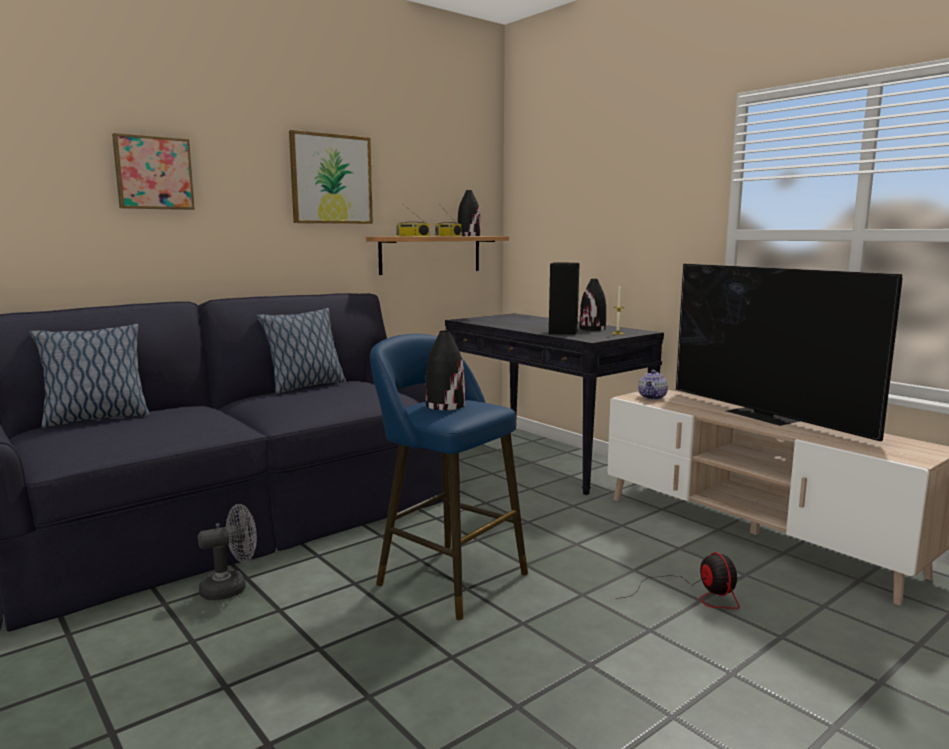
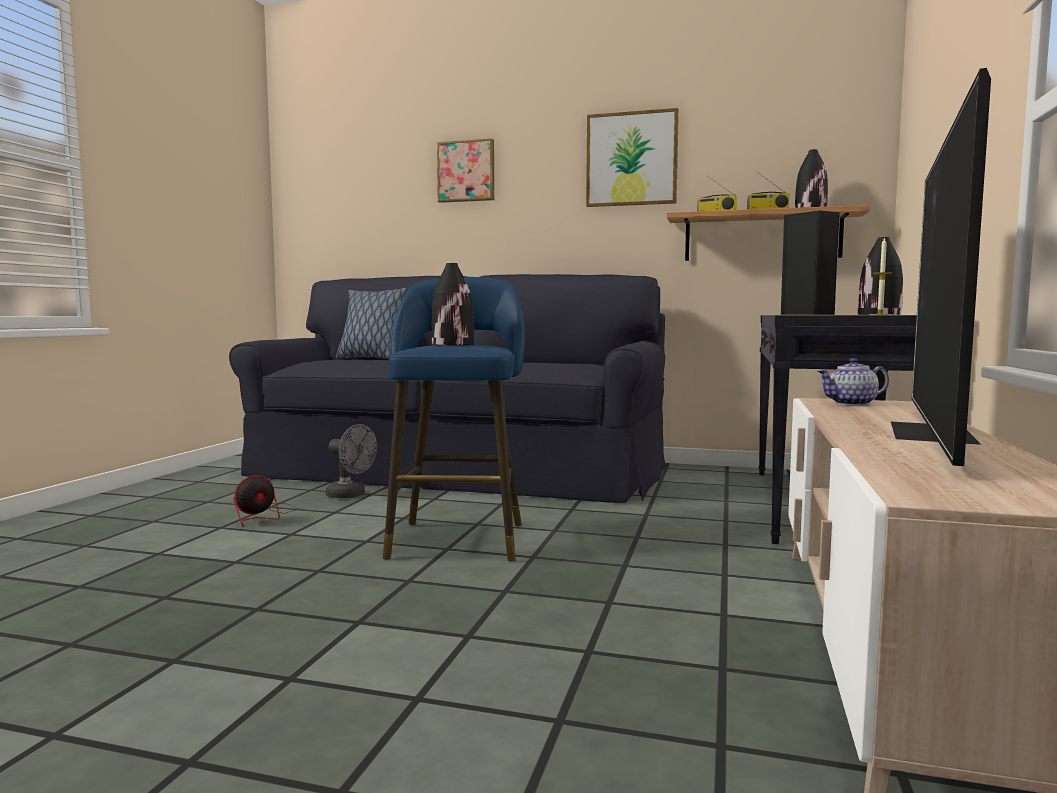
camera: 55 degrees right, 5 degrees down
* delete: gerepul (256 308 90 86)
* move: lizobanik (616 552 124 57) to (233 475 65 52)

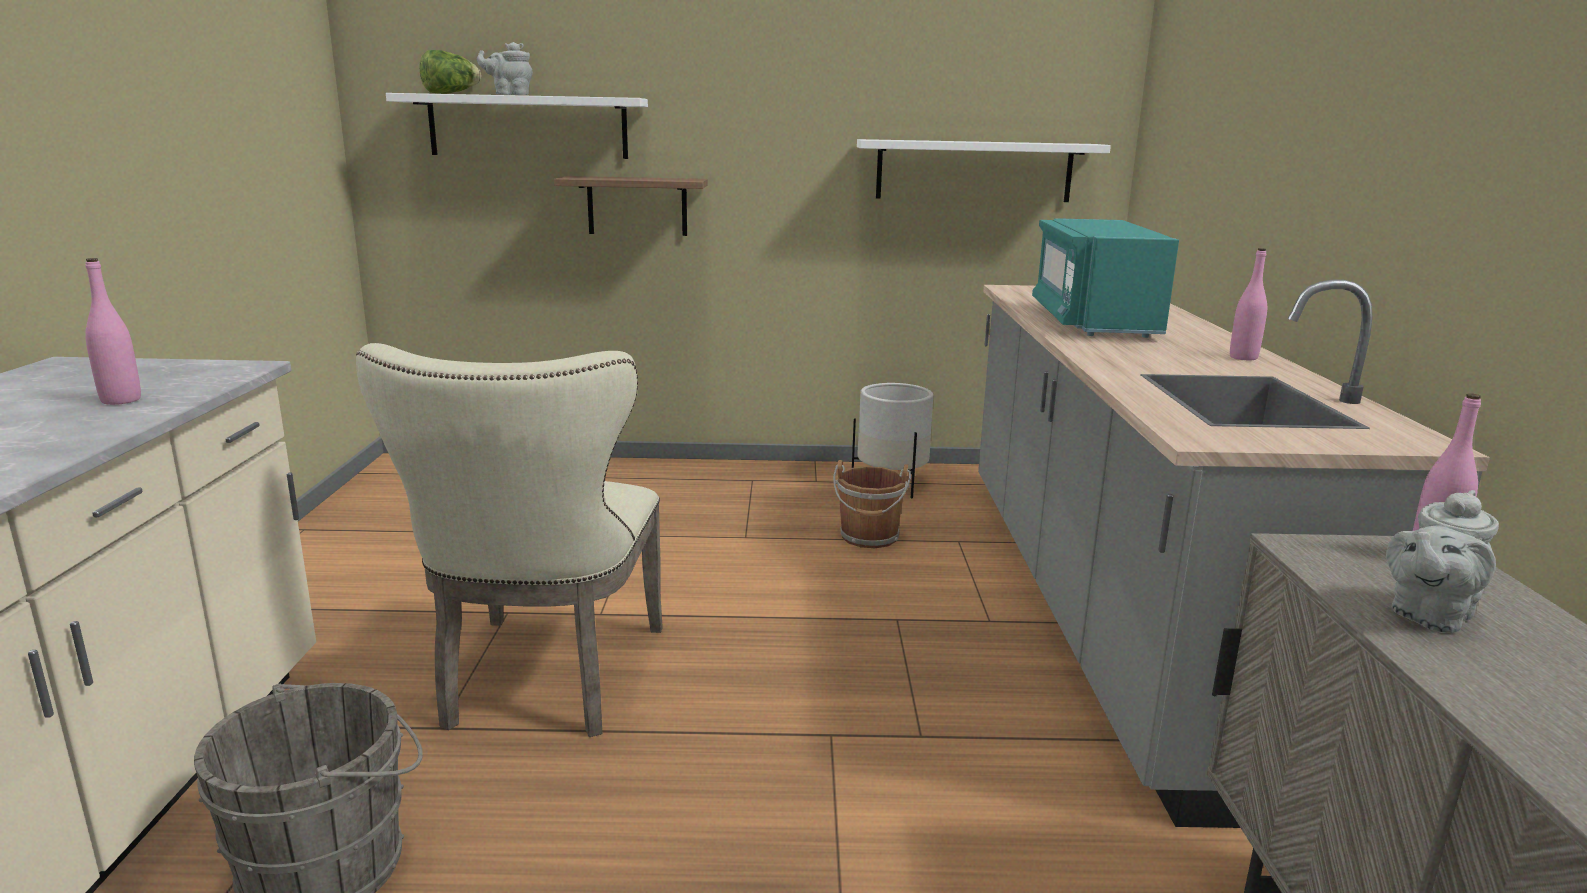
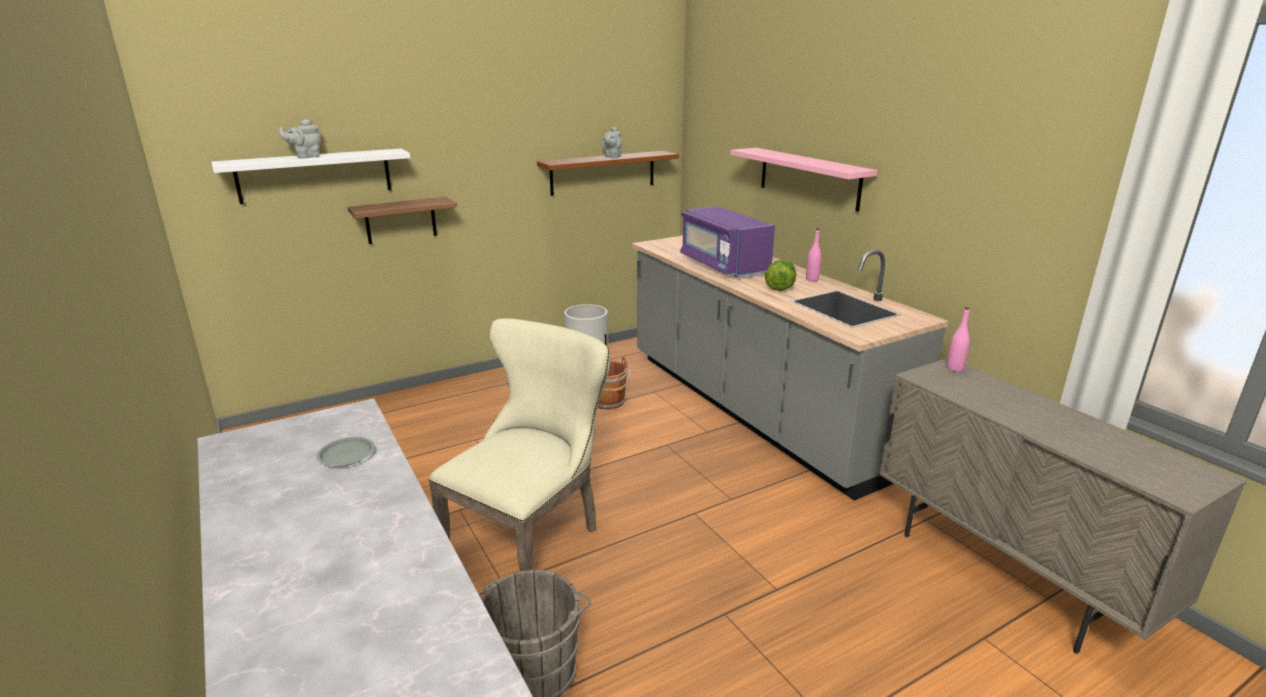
camera: 30 degrees left, 5 degrees up
* insert: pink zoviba (730 148 147 64)
* move: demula (420 50 61 44) to (765 259 31 32)
* move: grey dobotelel (1386 490 113 143) to (601 127 21 31)
* replace: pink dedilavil (85 258 56 147) to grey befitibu (317 437 58 30)
* recolor: white zoviba (857 139 254 63) to brown zoviba (537 151 142 45)
* recolor: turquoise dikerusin (1032 218 147 120) to purple dikerusin (680 206 95 71)
* rotate: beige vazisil (356 343 307 394) = (429 319 181 252) 120 degrees counterclockwise

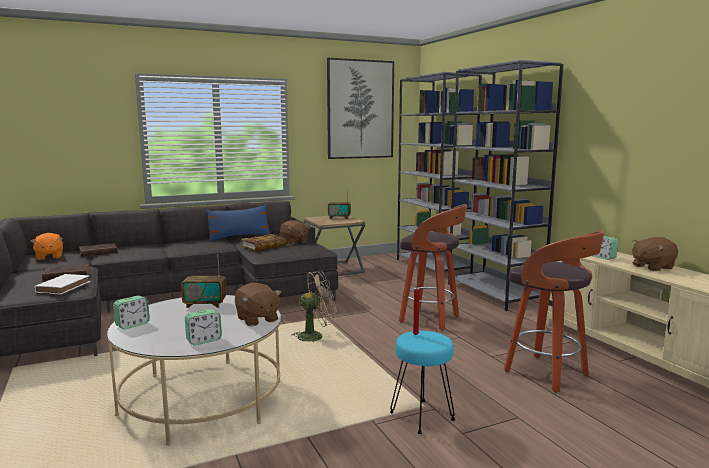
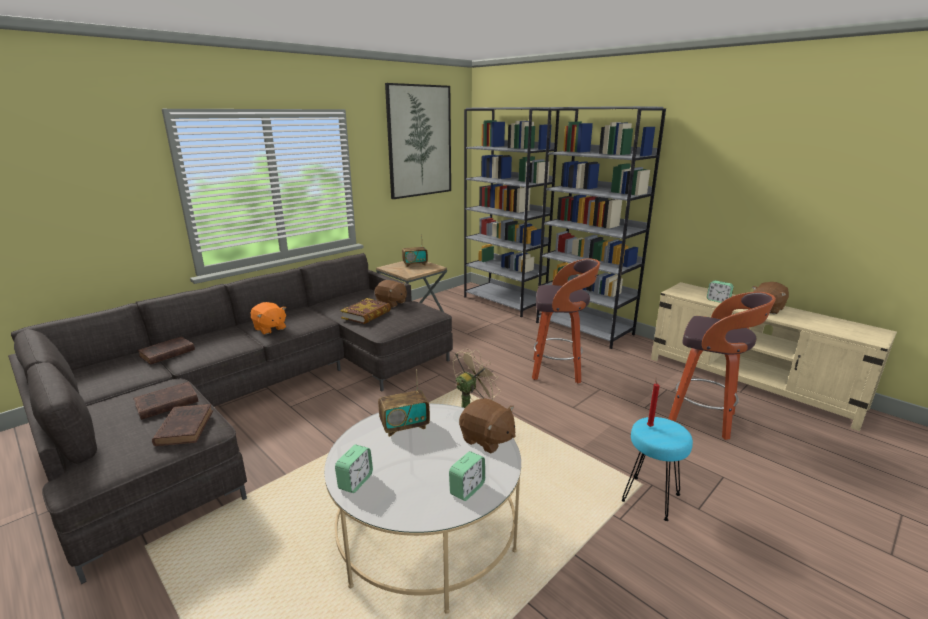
camera: 20 degrees left, 10 degrees up
* delete: blue gerepul (206 205 65 37)
* move: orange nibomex (30 233 33 27) to (251 302 35 33)
* recolor: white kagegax (34 274 56 20) to brown kagegax (152 404 61 42)

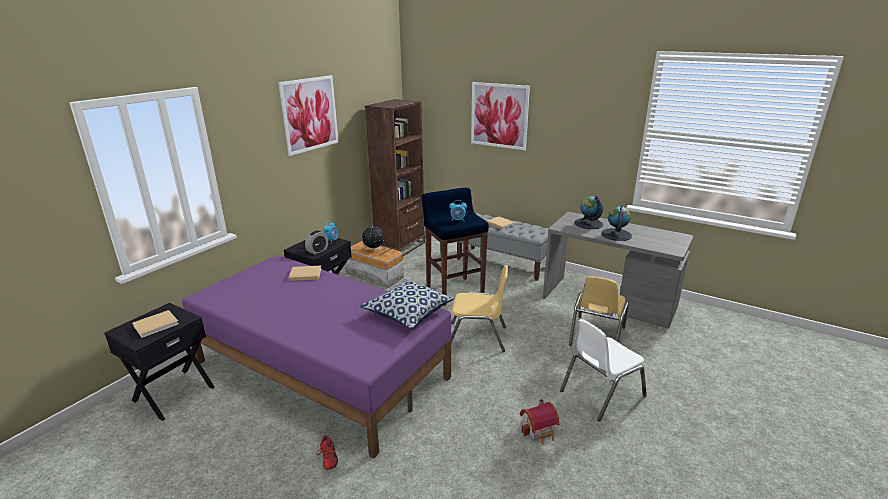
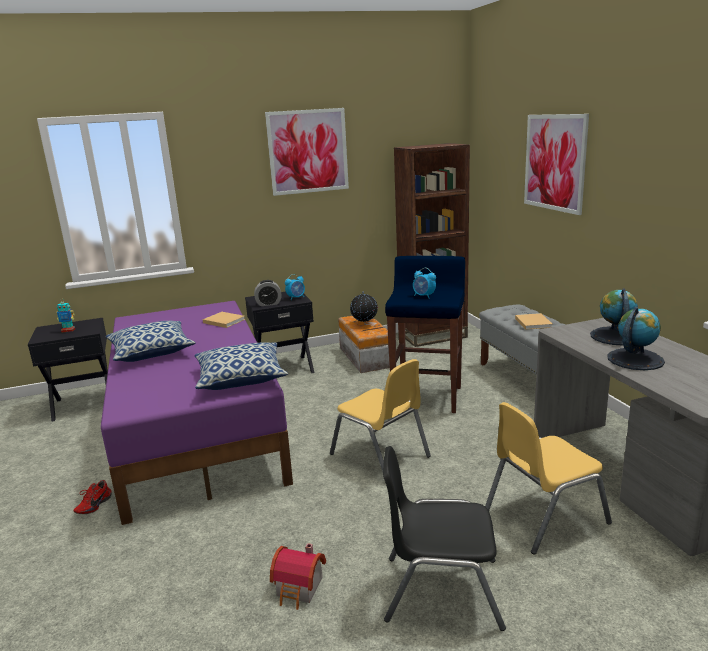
camera: 40 degrees right, 5 degrees down
* insert: gerepul (106 321 90 41)
* replace: beige kagegax (132 310 47 28) to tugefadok (57 302 18 30)
* recolor: white vazisil (560 319 87 102) to black vazisil (383 446 123 185)

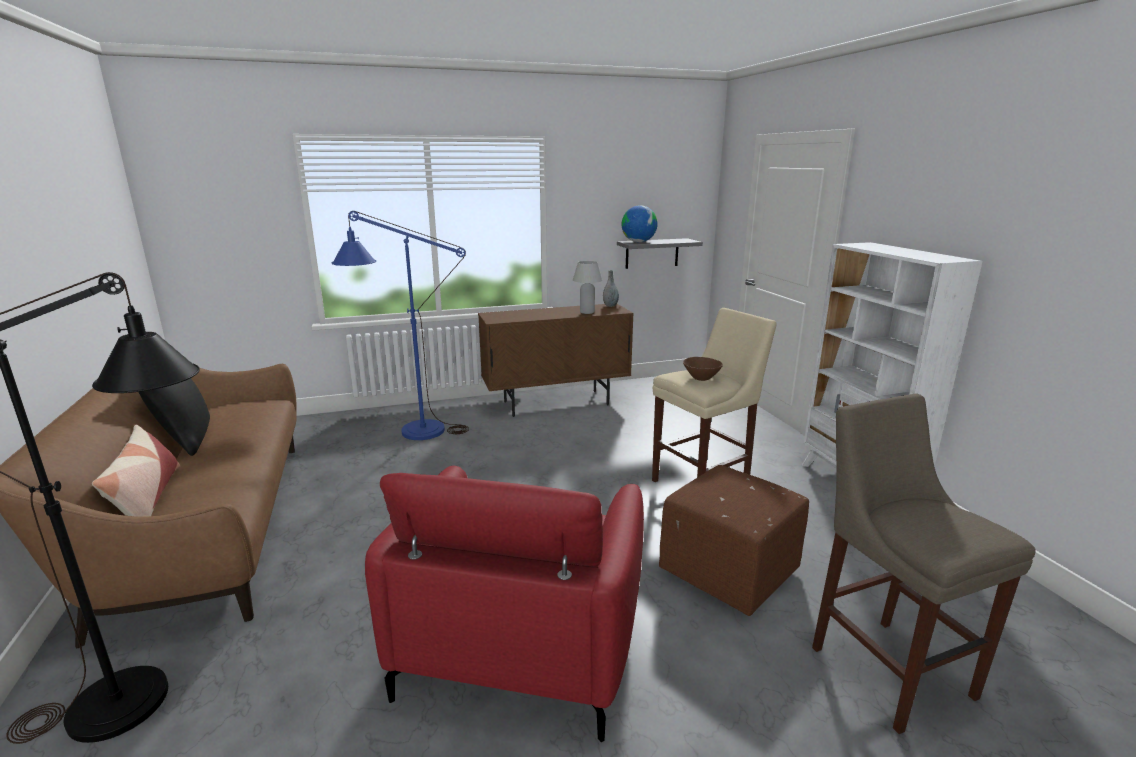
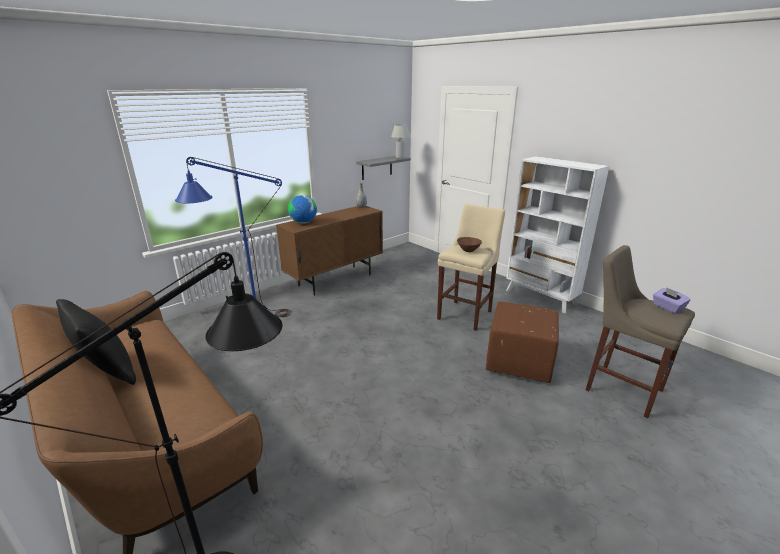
camera: 25 degrees left, 5 degrees up
* delete: gerepul (92 425 89 92)
* delete: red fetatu (365 465 279 277)
* insert: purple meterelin (653 287 37 27)
* move: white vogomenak (573 261 30 53) to (391 124 19 35)
* move: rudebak (622 205 36 37) to (288 195 29 29)

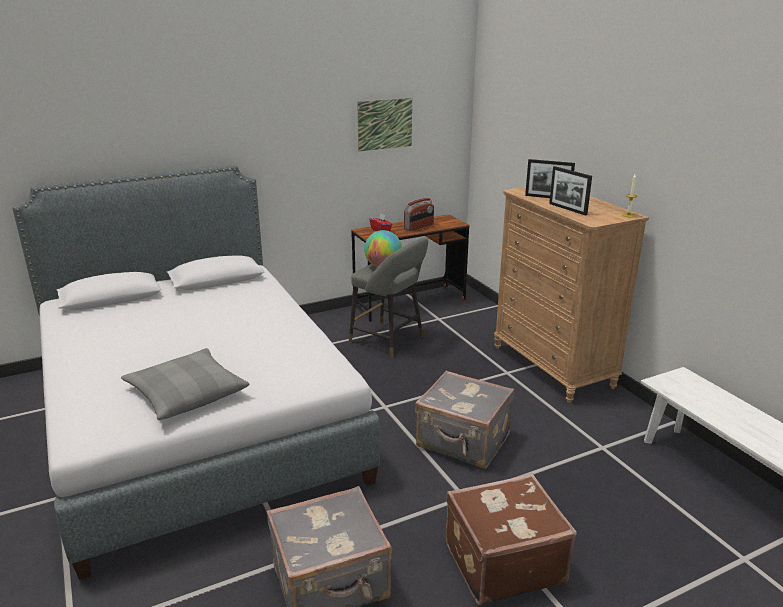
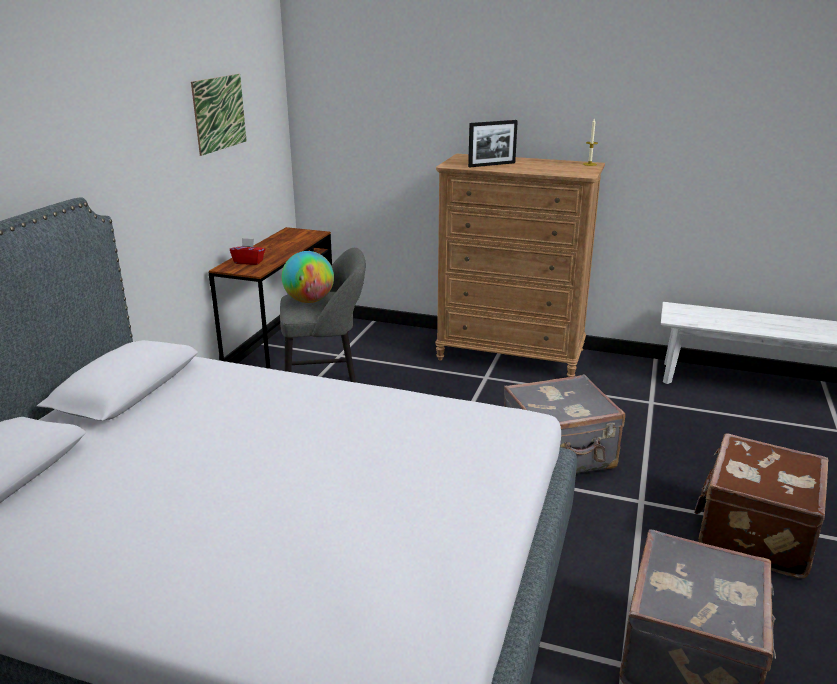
camera: 45 degrees left, 0 degrees up
* delete: grey gerepul (121 348 129 72)
* delete: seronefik (404 198 30 33)
* delete: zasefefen (549 166 43 49)

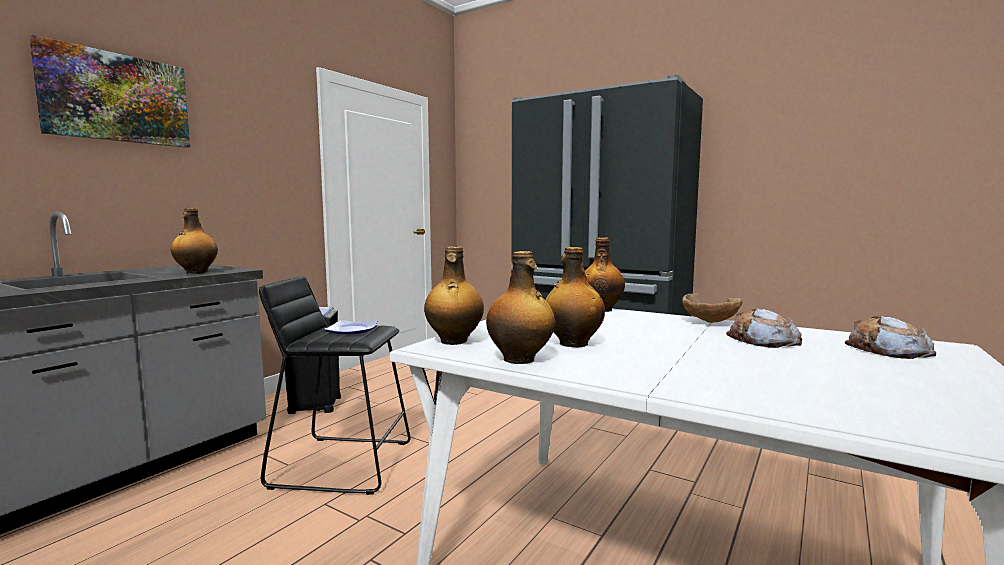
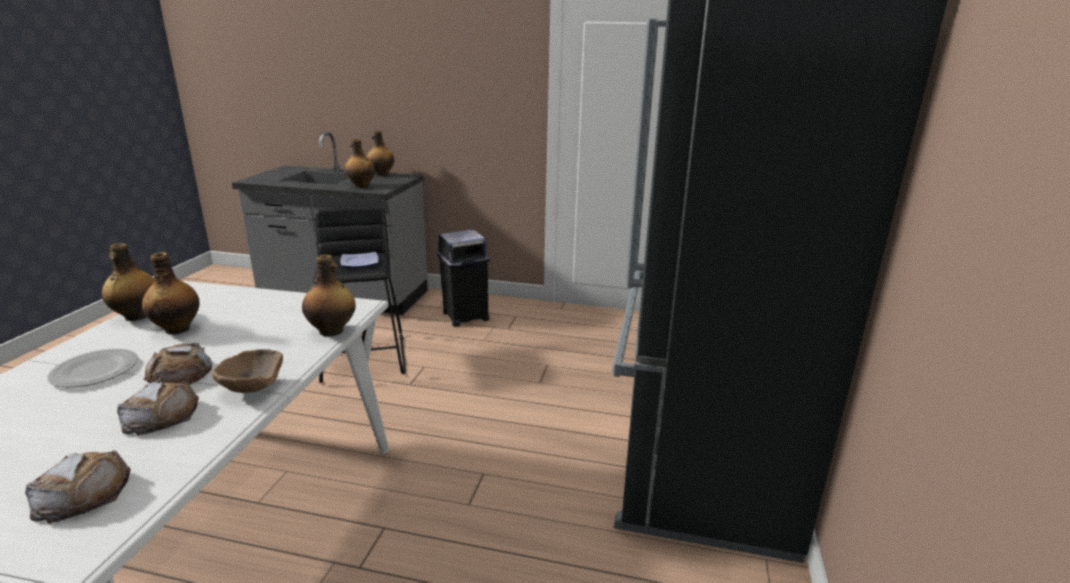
camera: 70 degrees right, 15 degrees up
* delete: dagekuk (29 35 161 113)
* insert: befitibu (47 349 91 38)
* insert: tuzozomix (144 343 68 42)
* move: dedilavil (424 246 60 99) to (367 131 27 45)

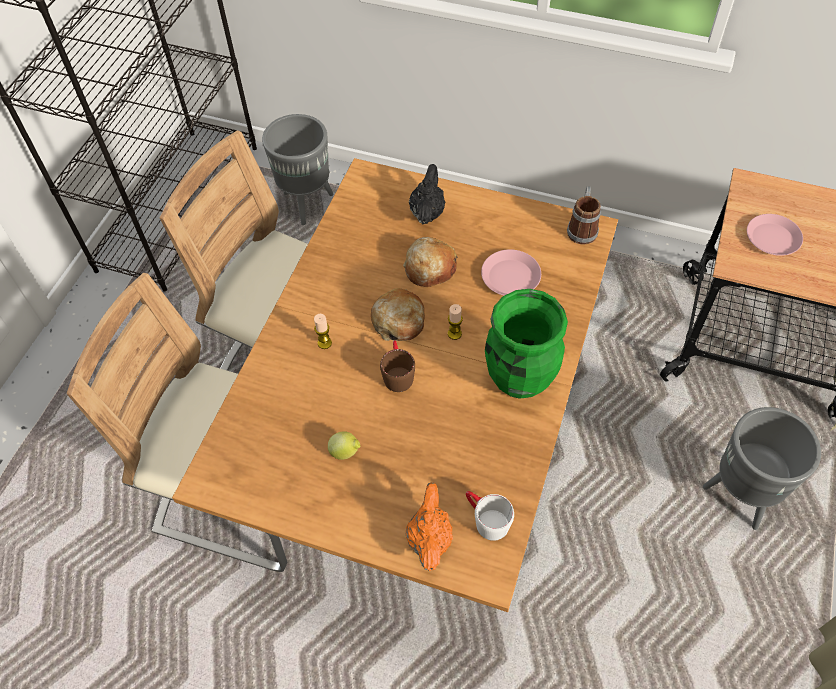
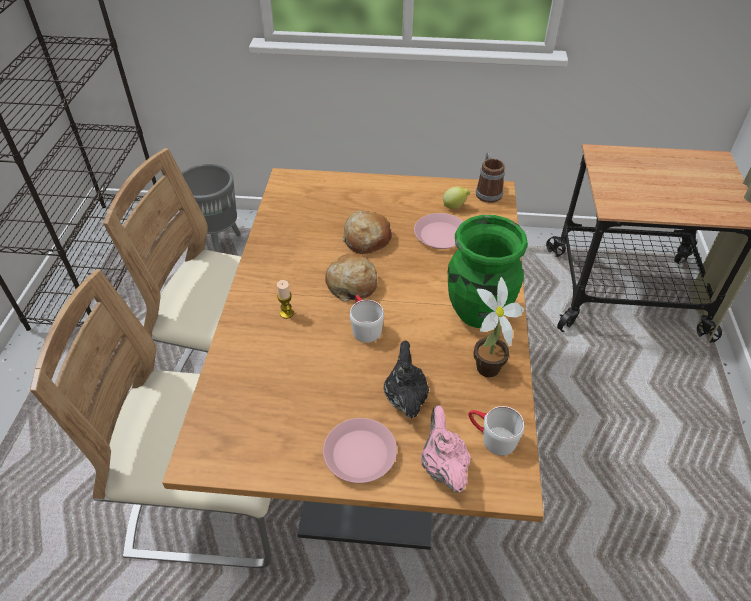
camera: 15 degrees left, 10 degrees down
* delete: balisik (448 304 15 36)
* delete: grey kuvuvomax (703 407 118 123)
* insert: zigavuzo (473 277 51 100)
* move: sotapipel (328 431 32 29) to (443 186 27 23)
* move: black dobotelel (409 164 37 60) to (384 340 45 78)
* move: pink befitibu (747 214 56 42) to (323 418 74 65)
* recolor: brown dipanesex (380 340 35 52) to white dipanesex (350 295 34 48)
* recolor: orange dobotelel (406 482 47 89) to pink dobotelel (421 405 50 88)

